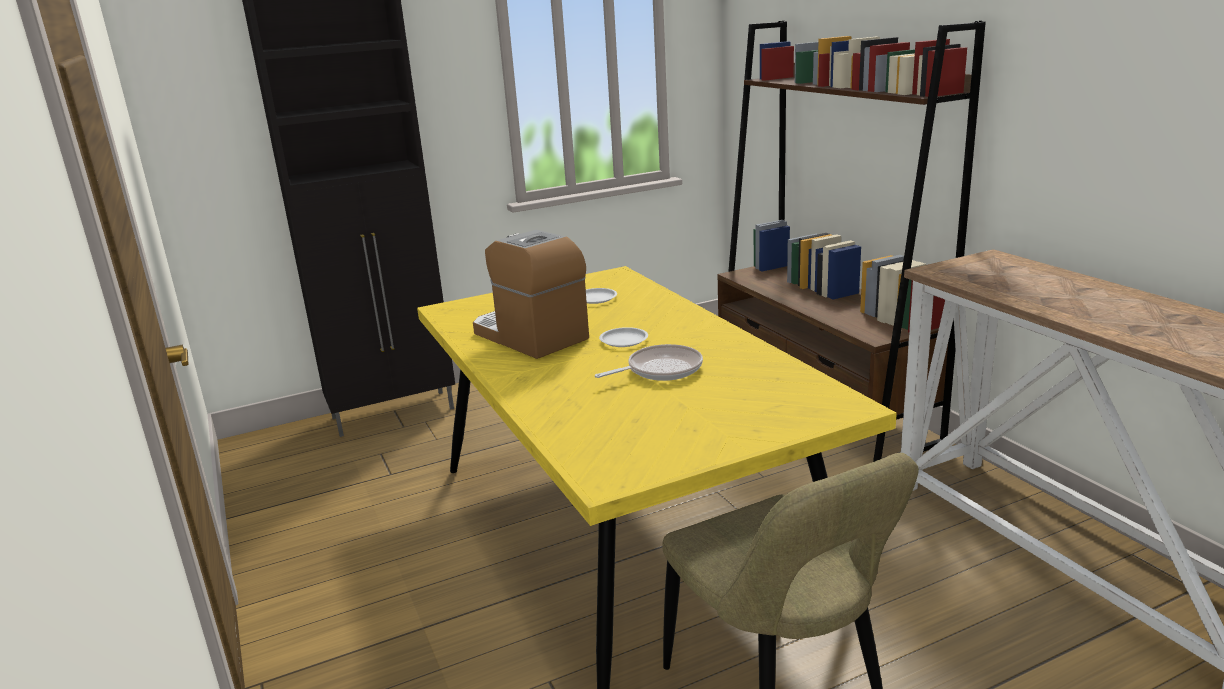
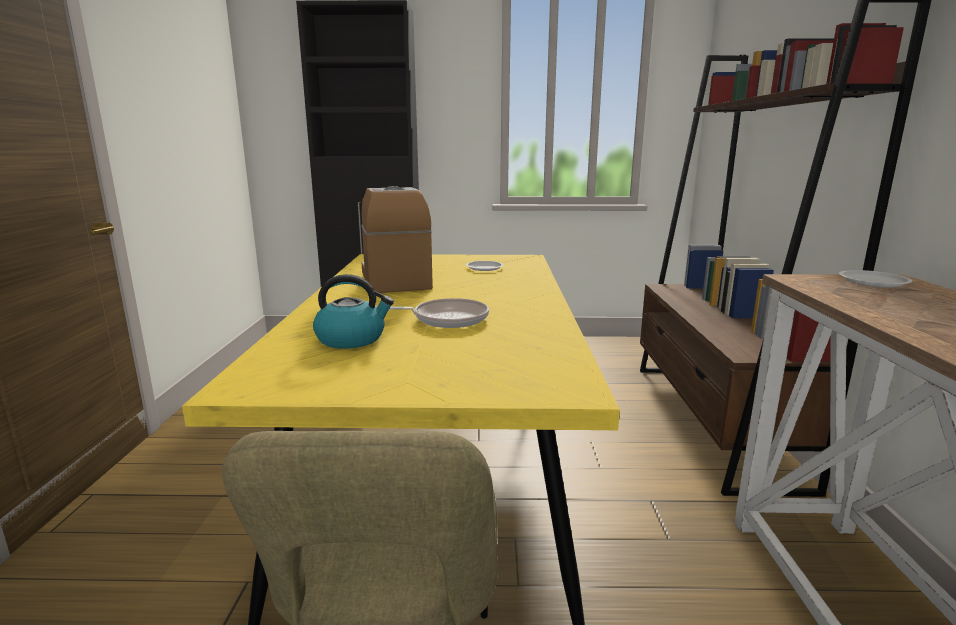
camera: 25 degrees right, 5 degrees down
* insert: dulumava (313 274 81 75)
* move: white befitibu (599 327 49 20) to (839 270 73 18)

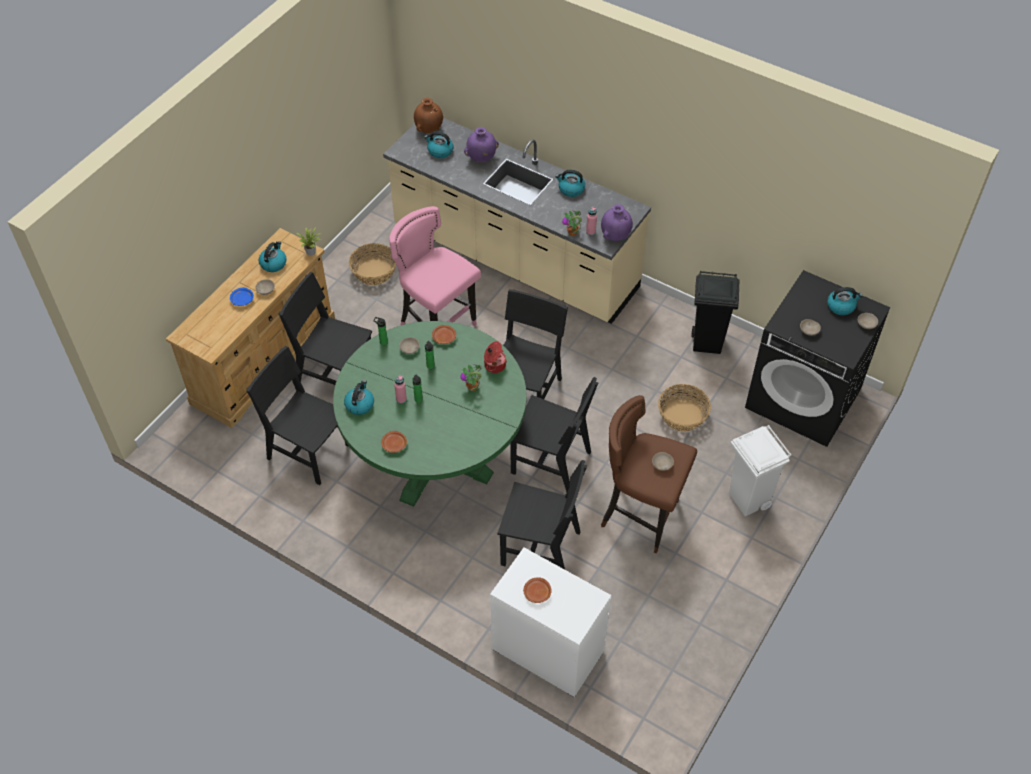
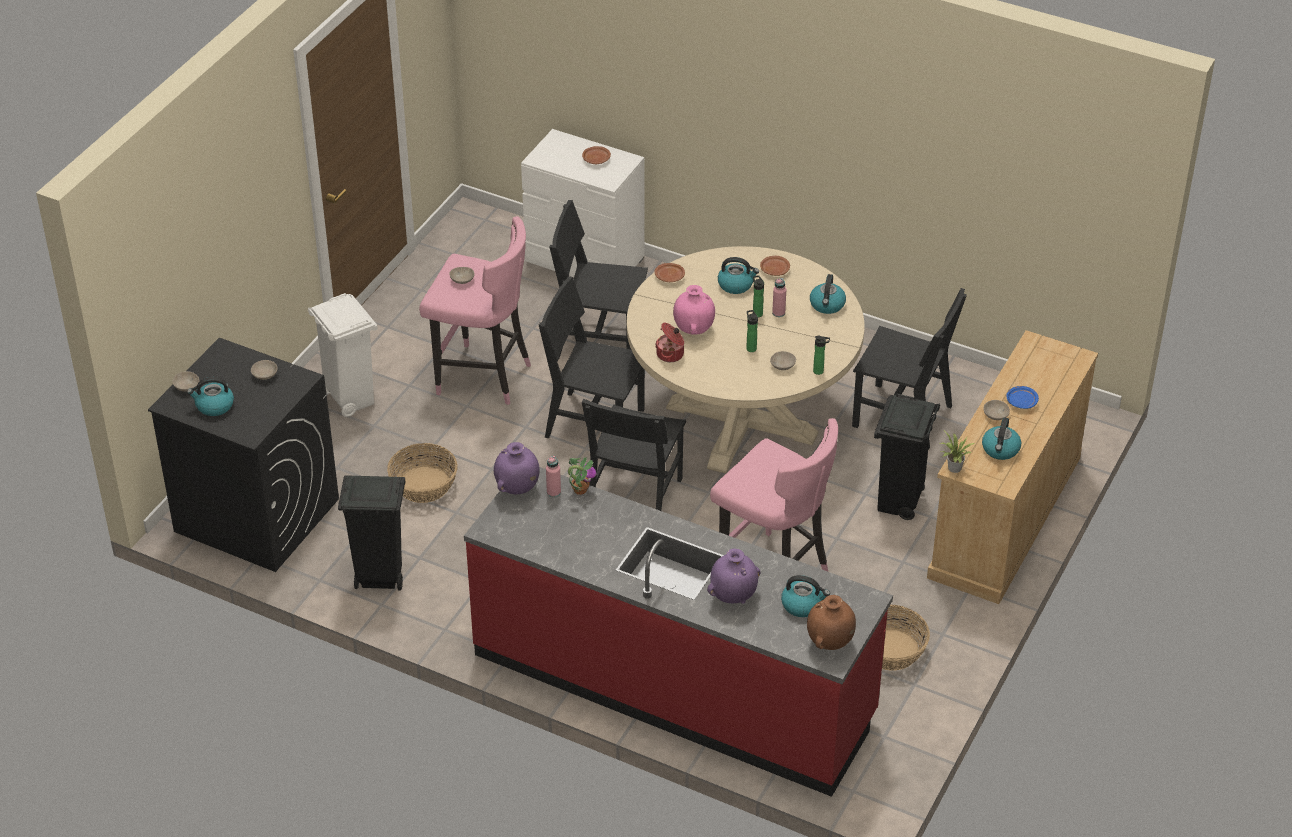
camera: 175 degrees right, 10 degrees down
* move: brown befitibu (432 325 24 19) to (655 263 30 19)
* move: dulumava (555 170 30 27) to (718 257 41 37)
* replace: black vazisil (278 272 94 113) to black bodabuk (874 394 66 126)
* replace: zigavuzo (460 364 21 27) to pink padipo (673 285 42 50)
* recolor: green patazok (333 321 193 186) to beige patazok (627 246 238 228)
* recolor: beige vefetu (383 118 268 206) to red vefetu (464 467 429 330)
* recolor: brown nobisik (601 395 96 159) to pink nobisik (419 216 112 189)

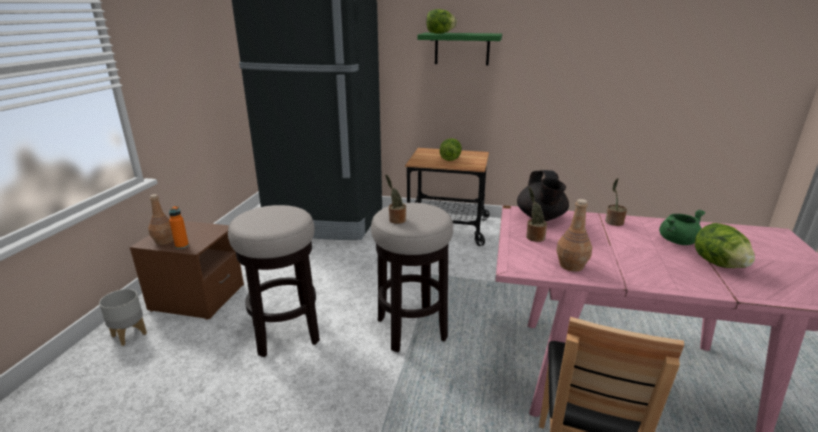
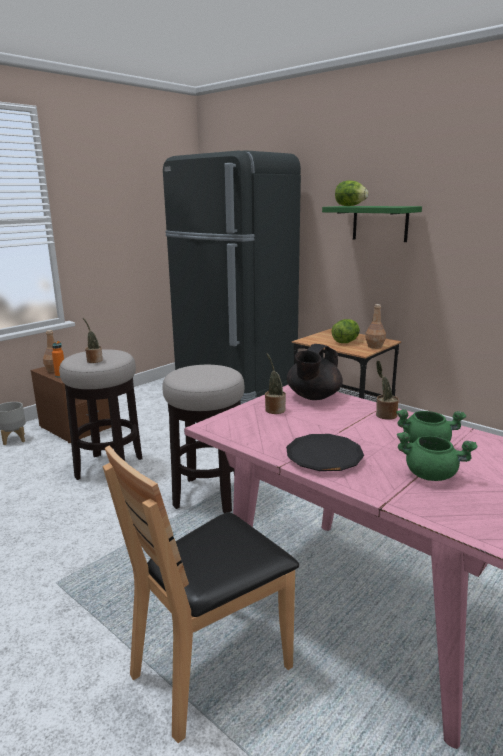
camera: 30 degrees right, 5 degrees down
* insert: black befitibu (286 434 78 37)
* move: zigavuzo (385 175 21 49) to (83 318 20 45)
* move: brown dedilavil (556 199 36 73) to (365 304 21 45)
* replace: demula (695 223 60 45) to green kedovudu (397 432 80 49)

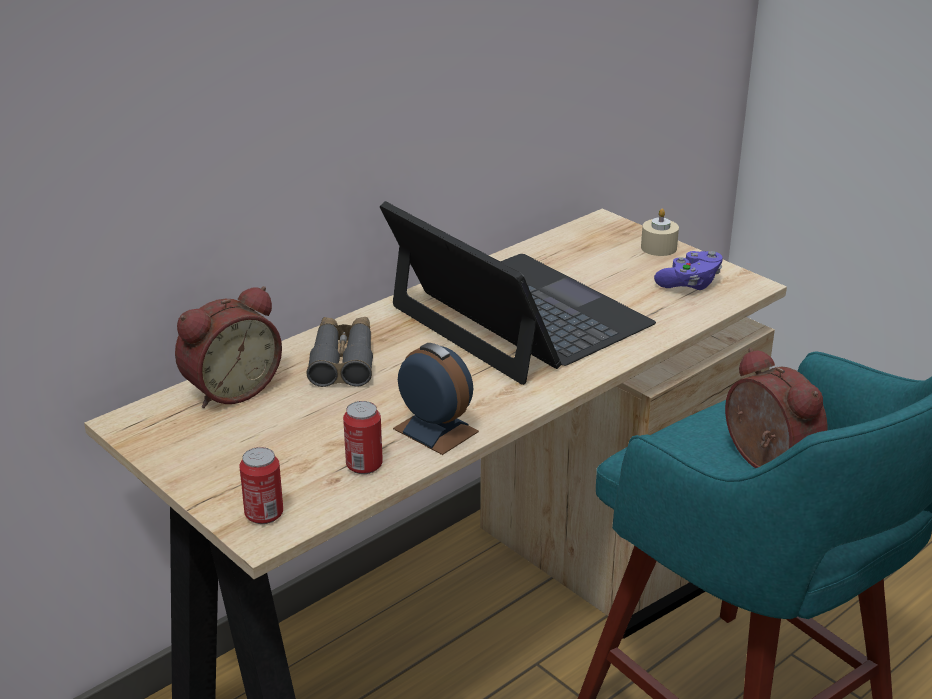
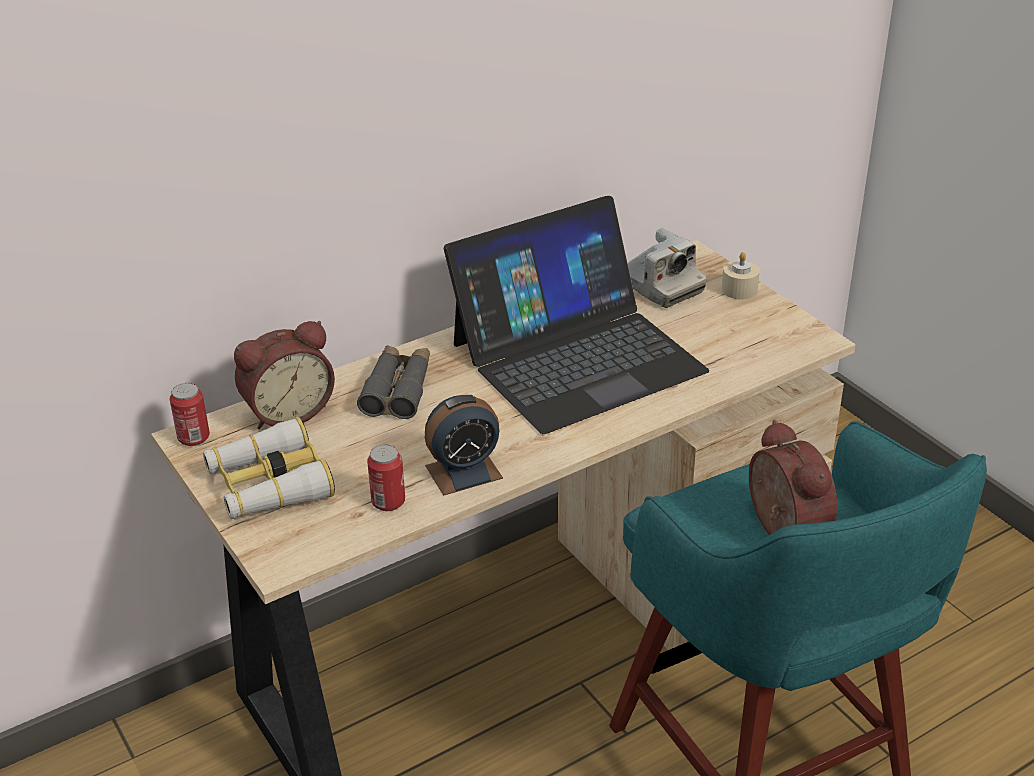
camera: 10 degrees right, 5 degrees up
* delete: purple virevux (654 251 69 39)
* insert: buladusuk (203 417 132 102)
* insert: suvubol (627 228 79 80)
* move: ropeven (239 447 44 77) to (170 383 40 63)
* rotate: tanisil (380 201 276 184) = (444 196 265 238) 90 degrees clockwise
* rotate: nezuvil (393 343 86 112) = (425 395 78 101) 105 degrees clockwise

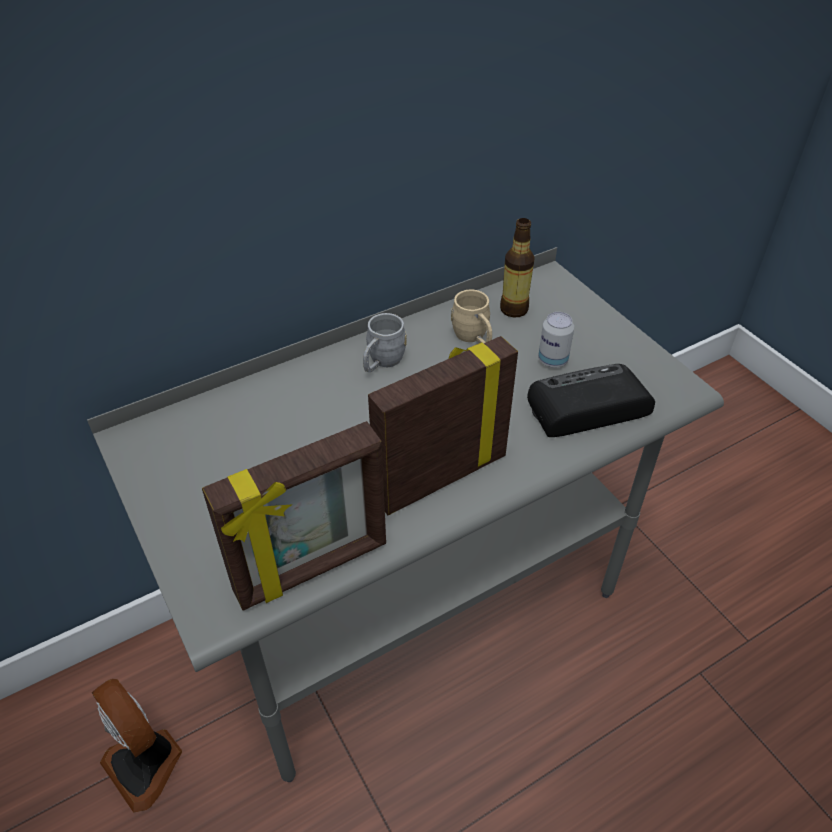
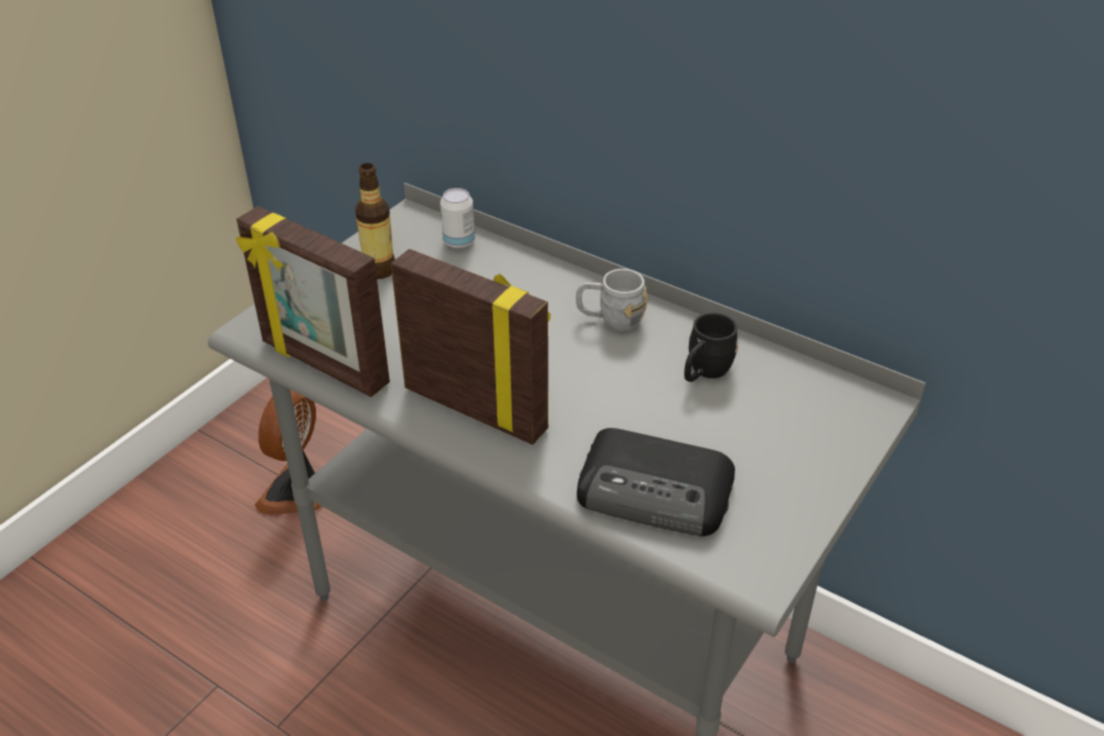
camera: 65 degrees right, 5 degrees down
* move: dedilavil (500 218 35 99) to (355 163 40 116)
* move: ropeven (538 312 36 56) to (440 188 35 61)
* recolor: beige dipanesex (451 290 41 53) to black dipanesex (684 313 55 69)
* rotate: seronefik (527 364 128 73) = (577 428 158 108) 150 degrees clockwise

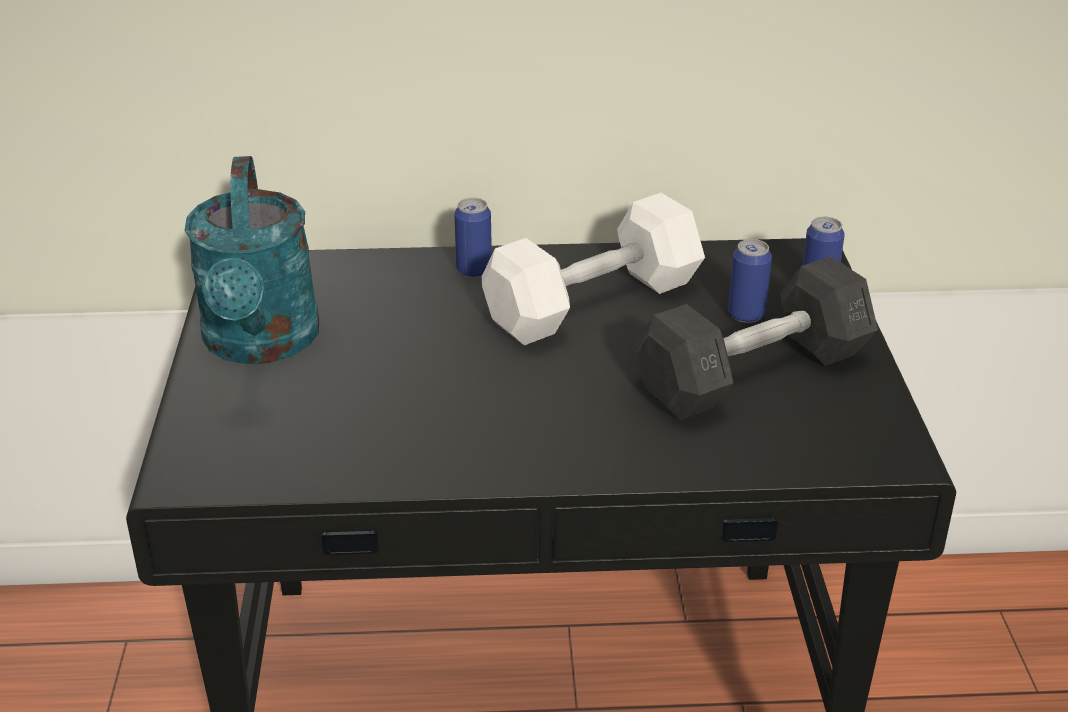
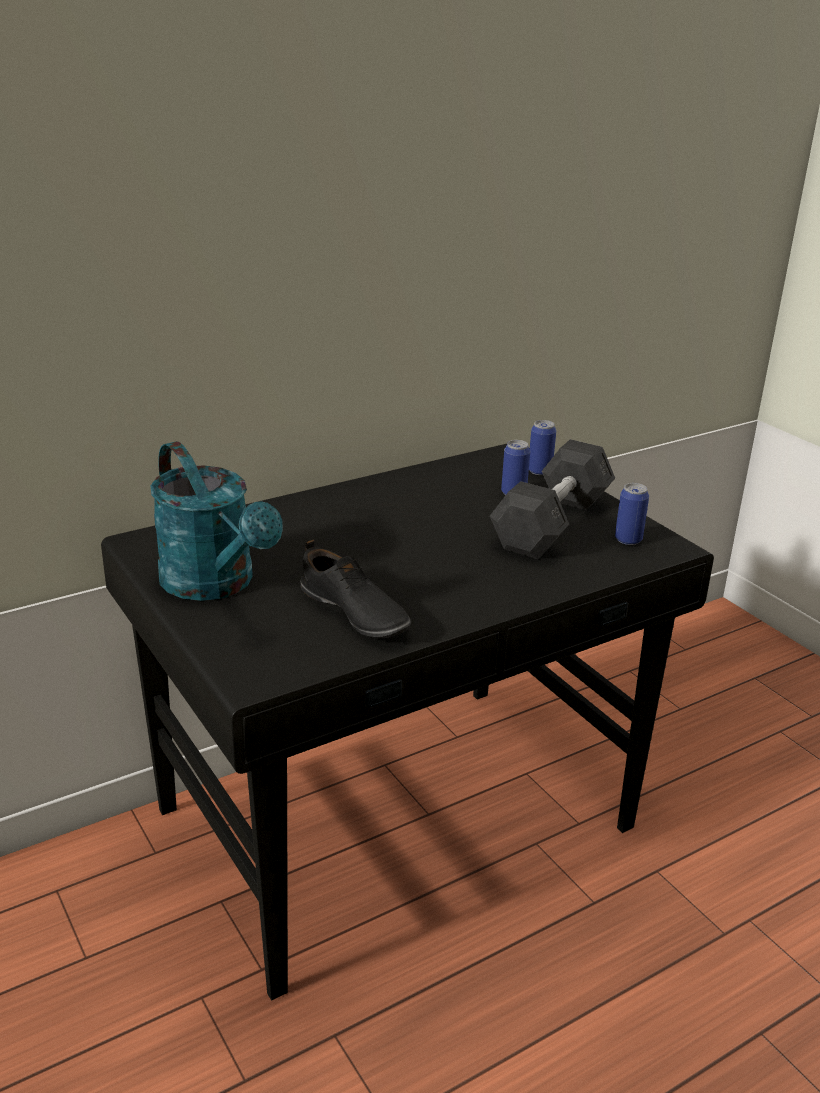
camera: 30 degrees left, 5 degrees down
* delete: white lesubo (482 193 223 152)
* insert: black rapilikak (300 540 111 98)
* move: ropeven (454 198 38 80) to (615 483 34 62)

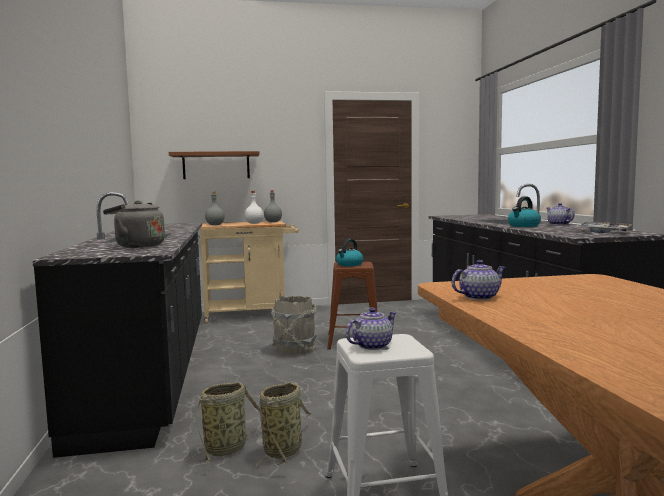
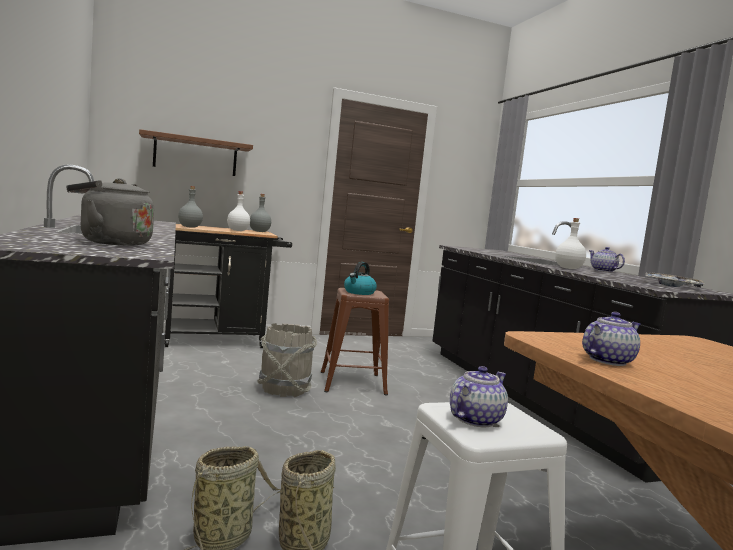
camera: 10 degrees left, 0 degrees up
* replace: dulumava (508 196 33 31) to white dedilavil (555 218 31 51)
* recolor: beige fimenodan (200 221 100 103) to black fimenodan (165 224 127 124)

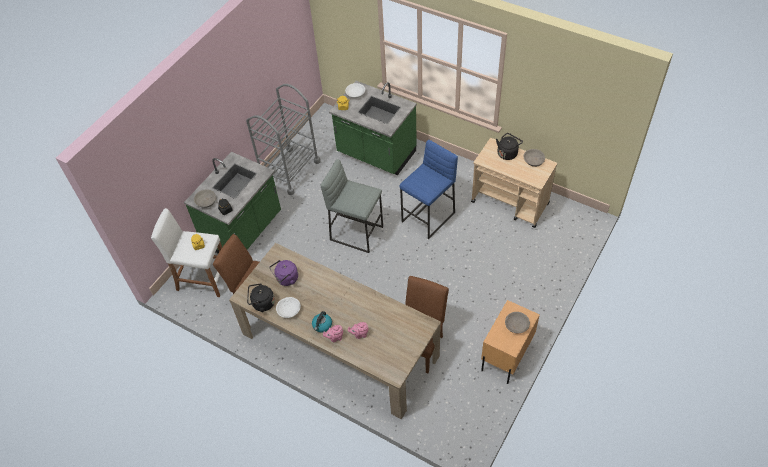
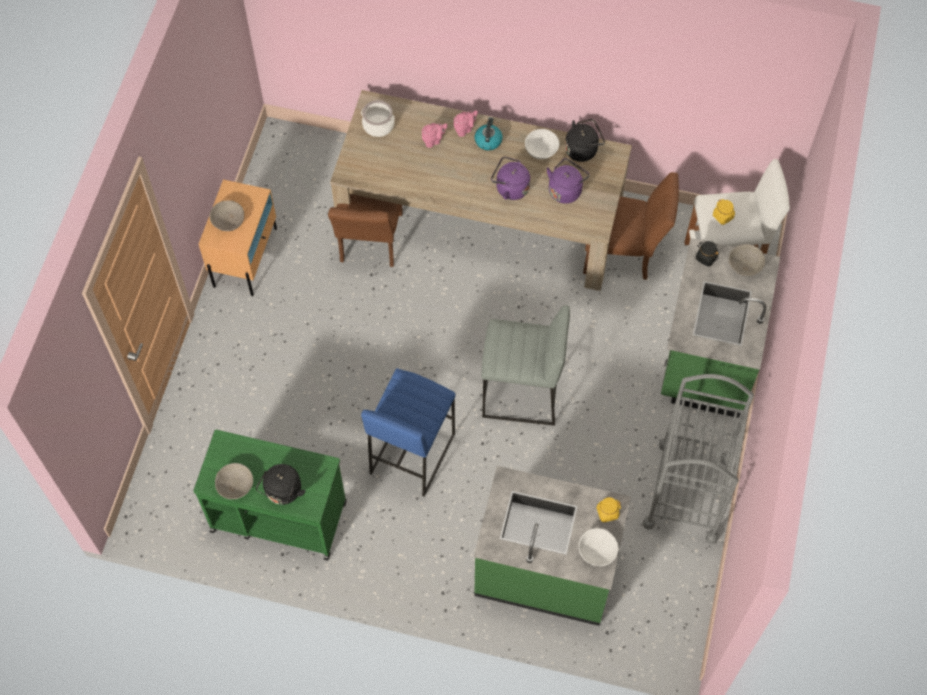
camera: 160 degrees right, 10 degrees up
* insert: kedovudu (361 100 34 37)
* insert: purple dulumava (491 156 39 44)
* recolor: beige fimenodan (471 138 87 90) to green fimenodan (193 430 154 131)

